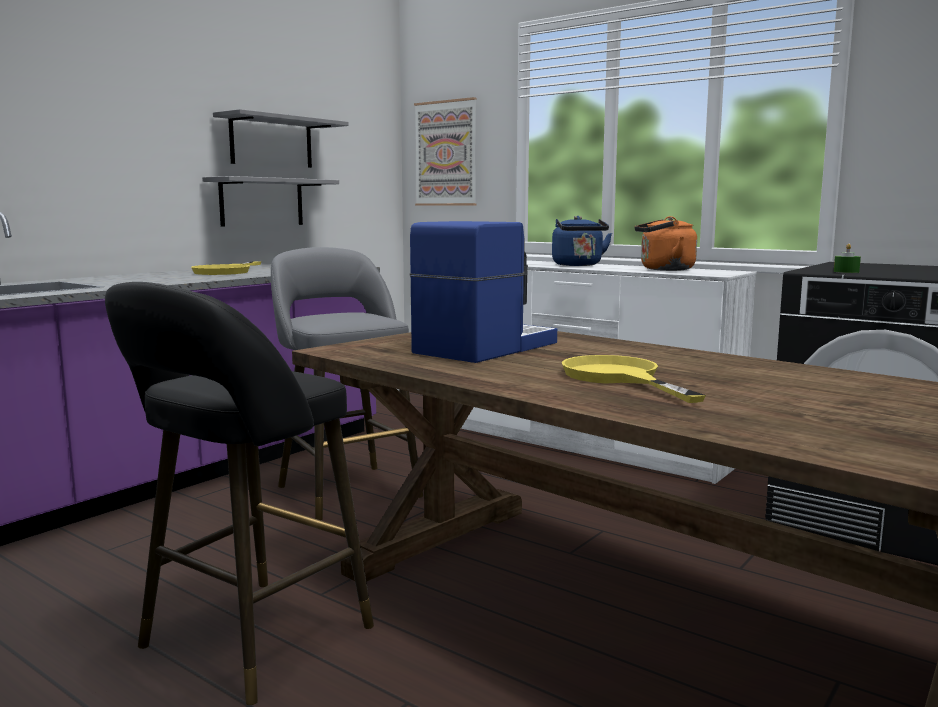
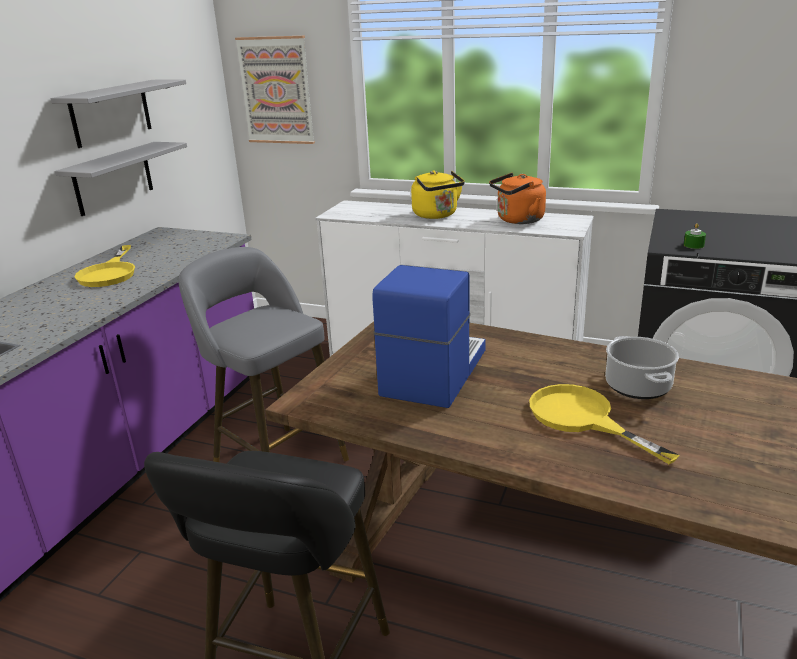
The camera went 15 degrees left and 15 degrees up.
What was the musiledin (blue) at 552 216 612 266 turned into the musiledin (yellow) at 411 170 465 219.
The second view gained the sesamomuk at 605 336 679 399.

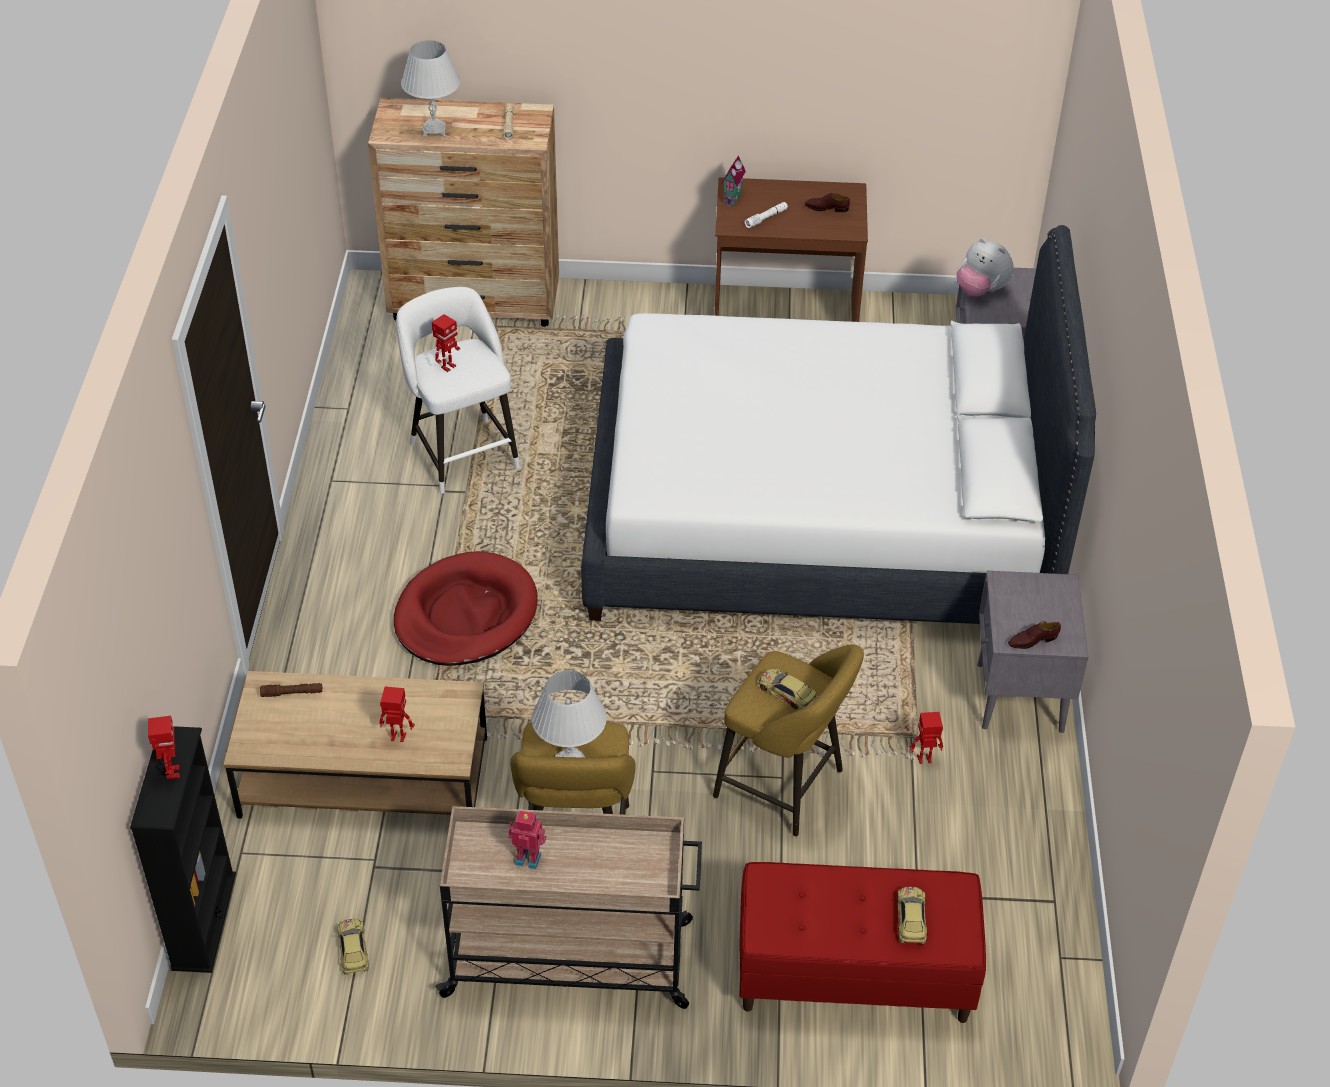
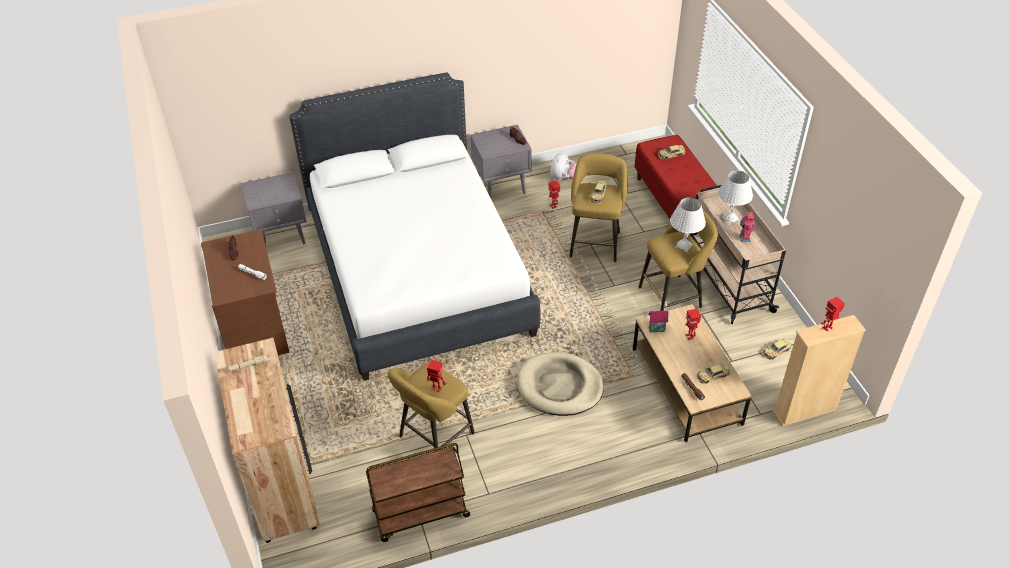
The camera went 110 degrees left and 0 degrees up.
The second view gained the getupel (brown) at 366 443 470 542.
What was the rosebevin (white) at 396 287 520 494 turned into the rosebevin (yellow) at 388 362 475 451.
What was the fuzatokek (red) at 394 551 538 666 turned into the fuzatokek (beige) at 517 352 604 416.
The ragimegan ended up elsewhere, having gone from 956 238 1014 297 to 550 152 577 181.
The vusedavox ended up elsewhere, having gone from 721 156 746 206 to 649 301 668 332.
The second view gained the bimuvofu at 697 363 730 384.
The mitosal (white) ended up elsewhere, having gone from 401 40 460 137 to 718 171 753 225.
What was the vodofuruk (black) at 130 726 236 973 turned into the vodofuruk (beige) at 773 315 866 426.

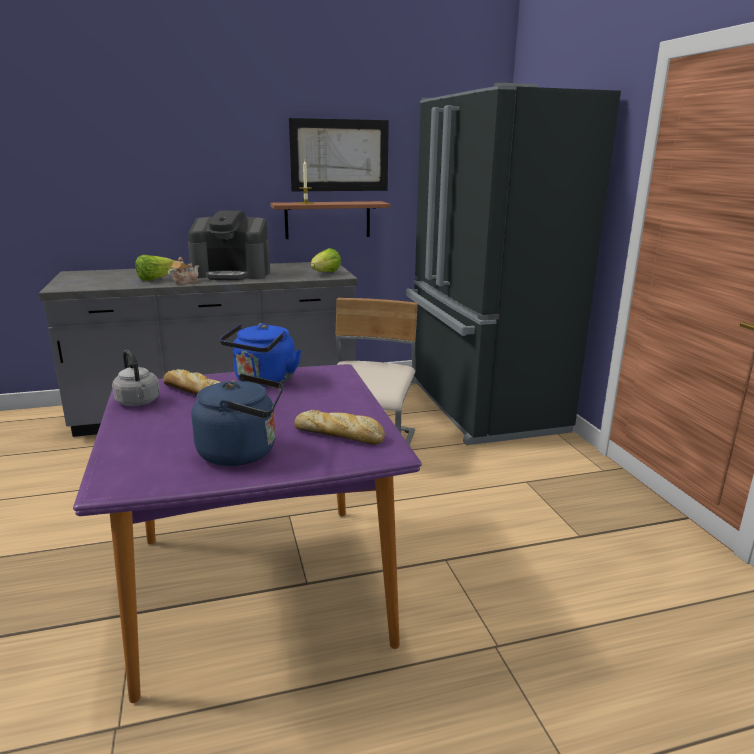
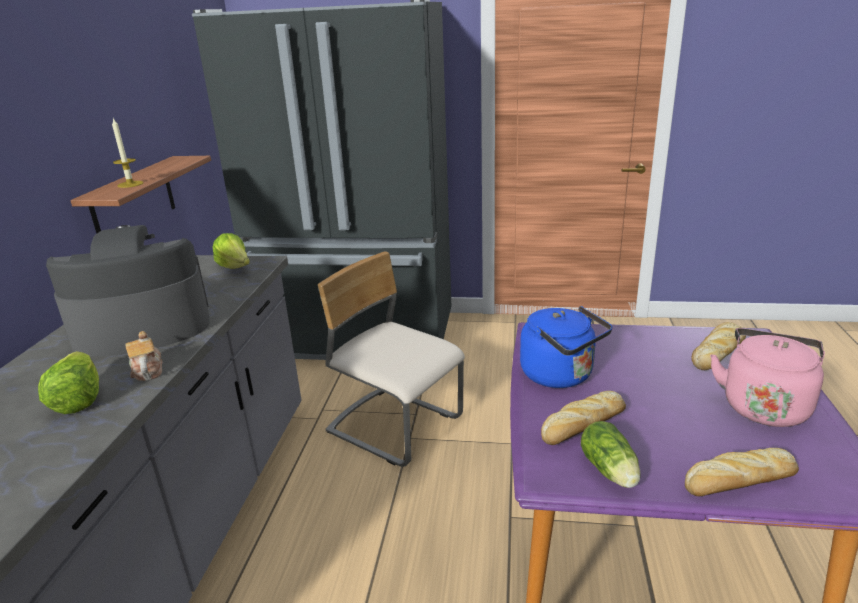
The camera went 65 degrees left and 5 degrees up.
The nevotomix at 188 210 270 280 ended up facing another way, 135 degrees counterclockwise from before.
Where the musiledin (grey) stood at 112 350 160 406, the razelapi came to stand at 581 421 641 488.
The second view gained the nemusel at 685 448 799 496.
What was the musiledin (blue) at 192 374 283 466 turned into the musiledin (pink) at 710 328 825 427.
The second view lost the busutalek at 289 118 389 191.

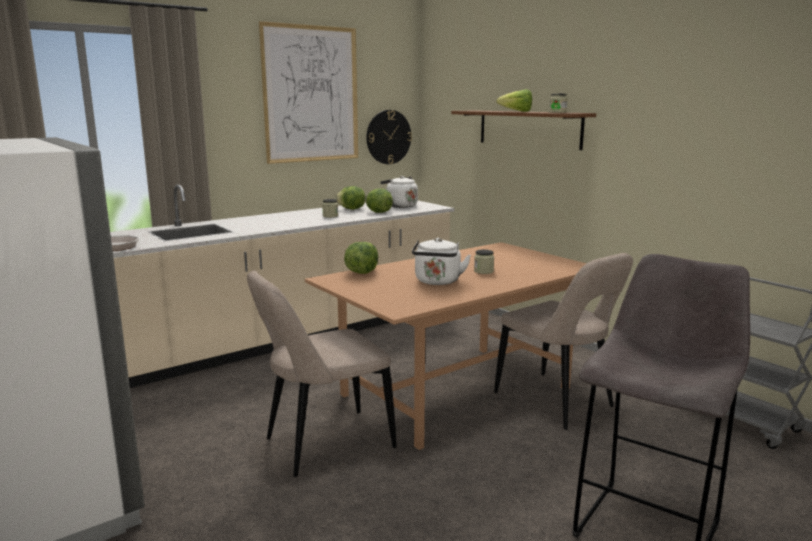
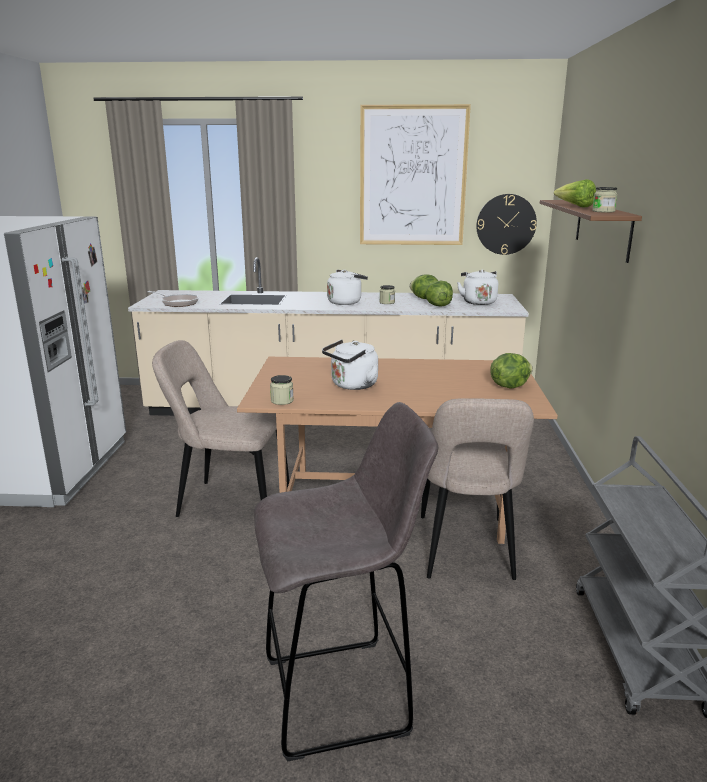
The camera went 40 degrees right and 5 degrees up.
The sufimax ended up elsewhere, having gone from 474 249 494 274 to 270 375 294 405.
The second view gained the musiledin (white) at 327 270 368 305.
The razelapi ended up elsewhere, having gone from 344 242 378 274 to 490 353 533 389.

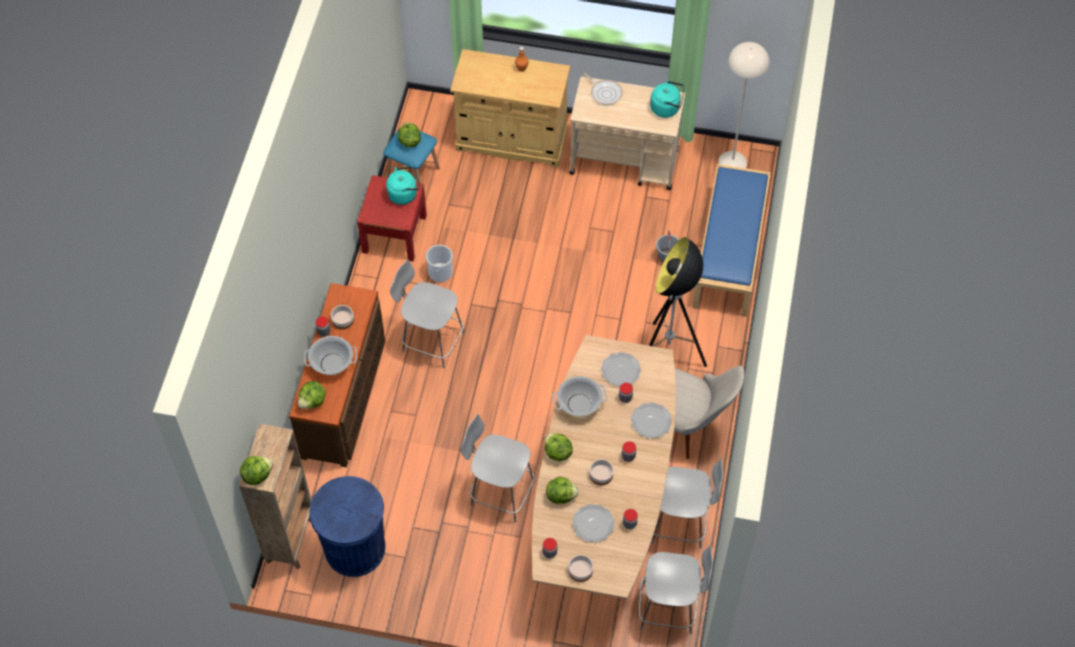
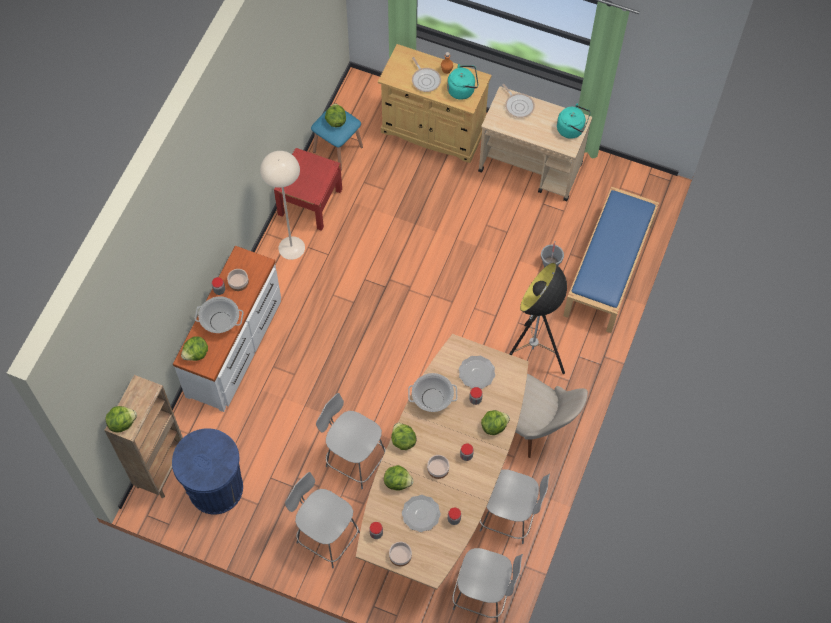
The camera went 10 degrees right and 5 degrees up.
What was the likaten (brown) at 289 283 385 467 turned into the likaten (white) at 173 246 281 412.
The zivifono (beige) ended up elsewhere, having gone from 719 42 769 168 to 260 151 305 260.
The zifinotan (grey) ended up elsewhere, having gone from 390 260 464 368 to 285 472 360 568.
The second view gained the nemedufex at 412 57 441 92.
The musiledin (turquoise) ended up elsewhere, having gone from 386 166 420 205 to 447 64 478 100.
Where the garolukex stood at 631 402 672 439, the razelapi came to stand at 481 410 510 435.
The second view lost the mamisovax at 426 245 453 282.

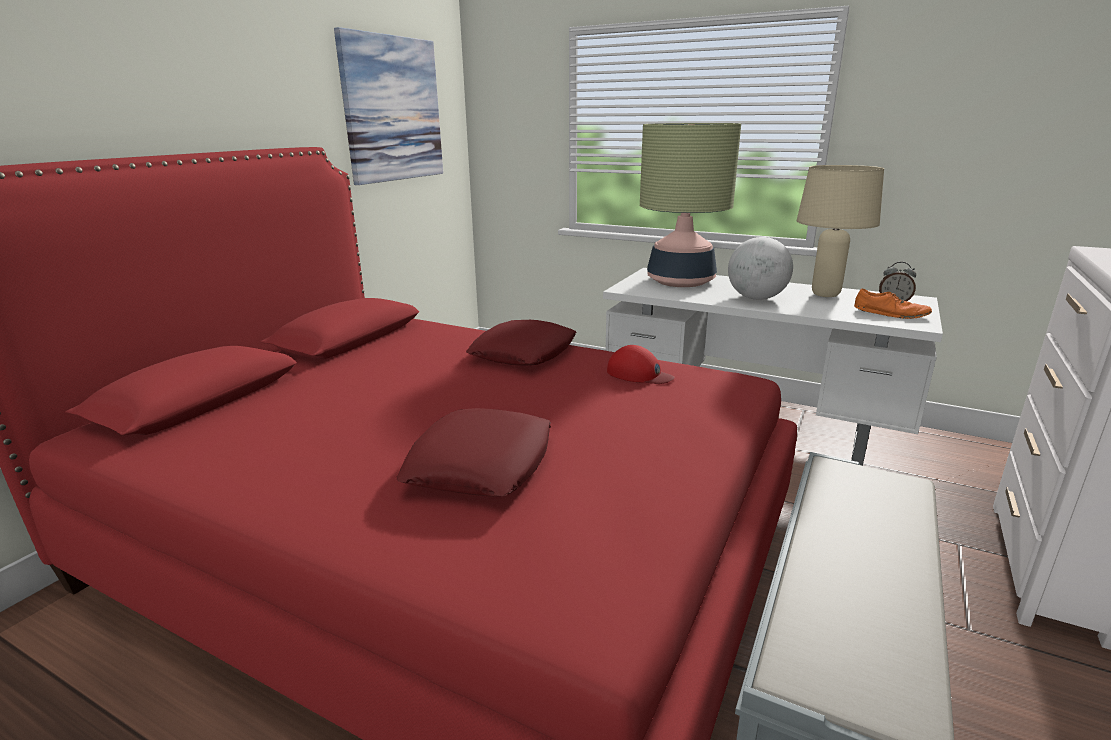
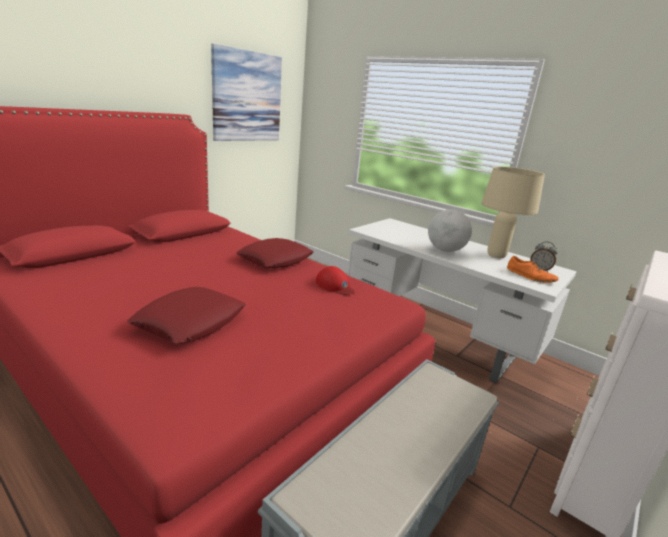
The camera went 10 degrees right and 0 degrees up.
The second view lost the mitosal at 640 123 741 287.

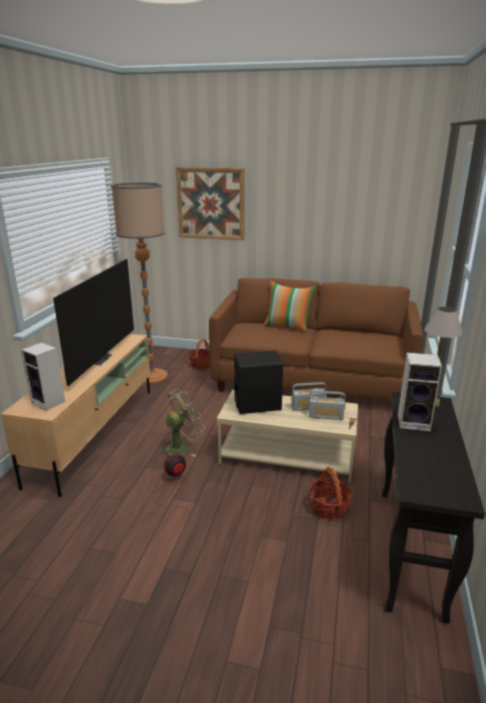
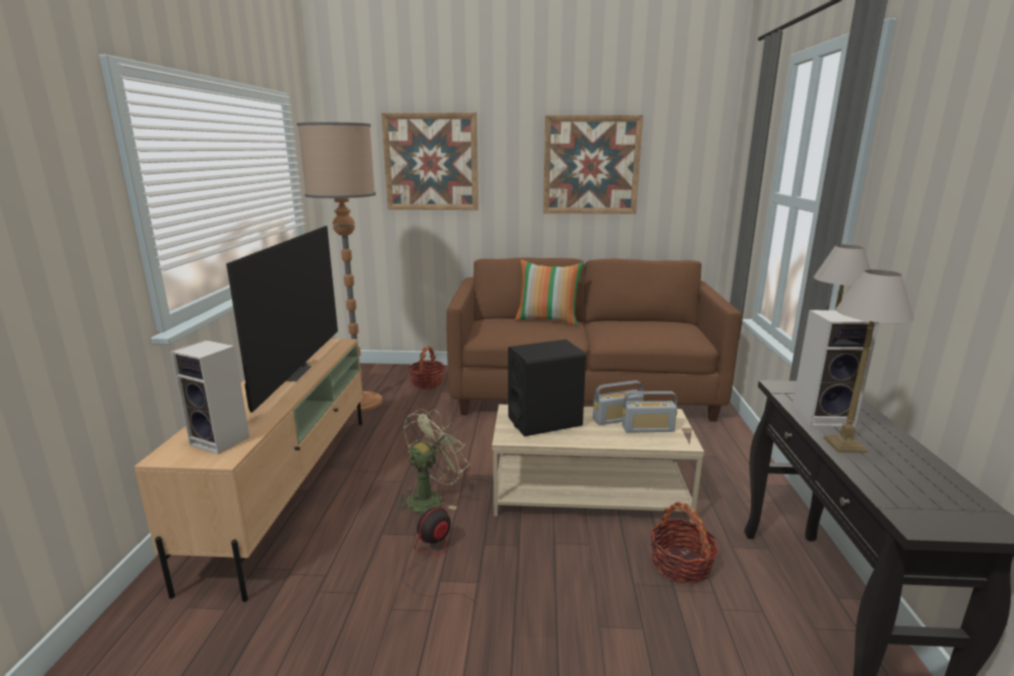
The camera went 10 degrees left and 5 degrees down.
The second view gained the busutalek at 543 115 643 214.
The second view gained the mitosal at 823 269 914 453.

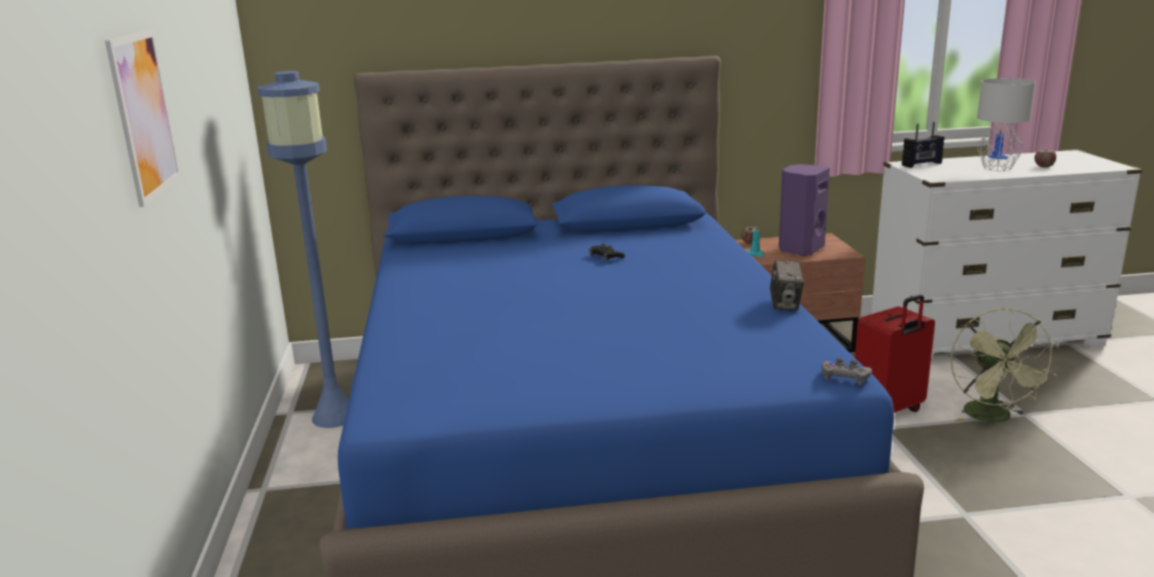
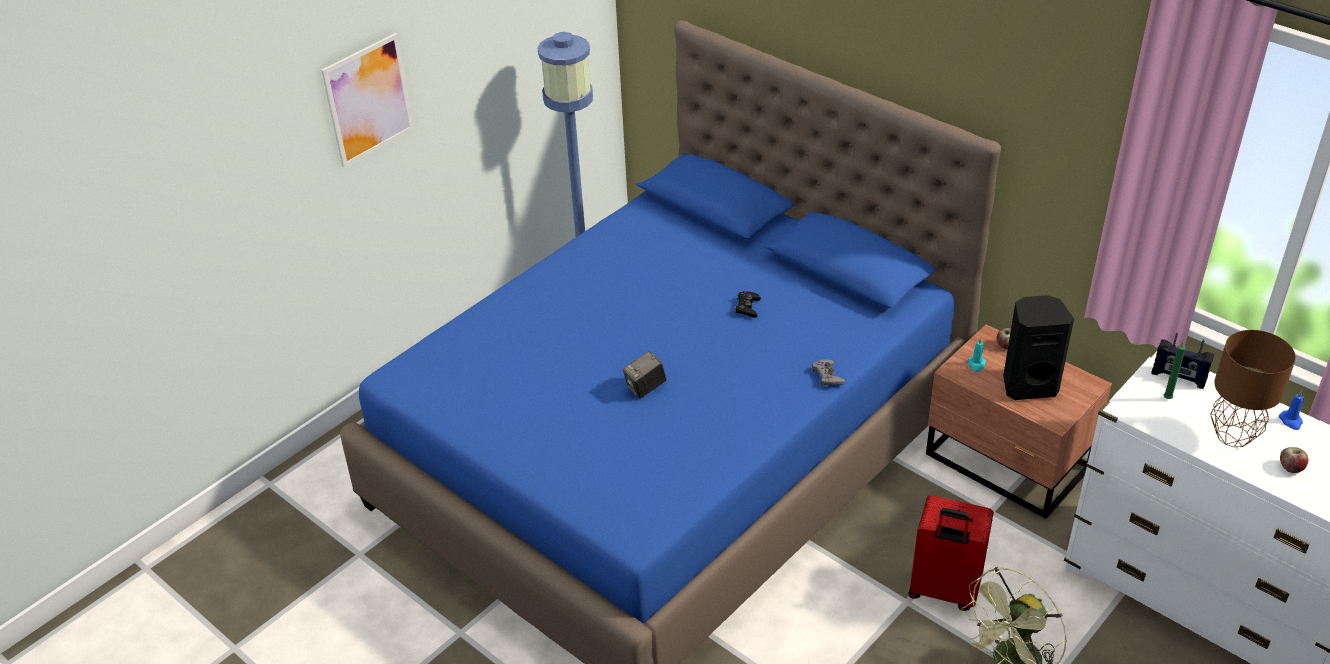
The camera went 50 degrees right and 20 degrees up.
The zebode ended up elsewhere, having gone from 770 260 804 310 to 623 351 667 399.
The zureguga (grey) ended up elsewhere, having gone from 821 358 872 385 to 812 359 845 386.
What was the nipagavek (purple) at 779 164 830 256 turned into the nipagavek (black) at 1003 295 1074 400.
The second view gained the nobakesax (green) at 1163 337 1186 399.
What was the mitosal (grey) at 977 78 1036 171 turned into the mitosal (brown) at 1210 330 1296 447.

